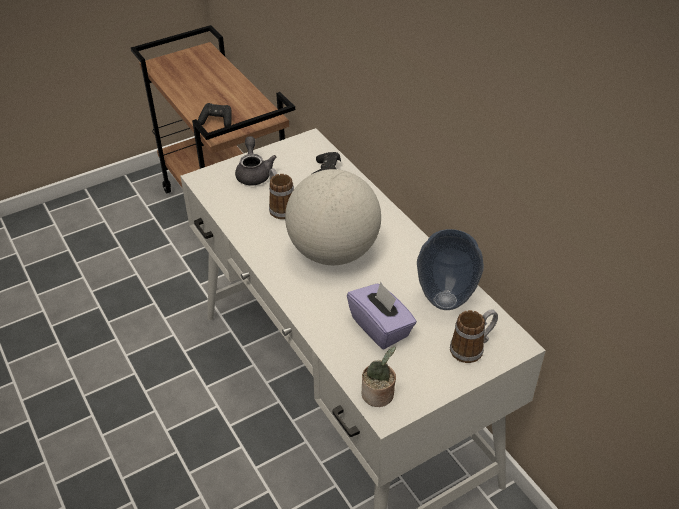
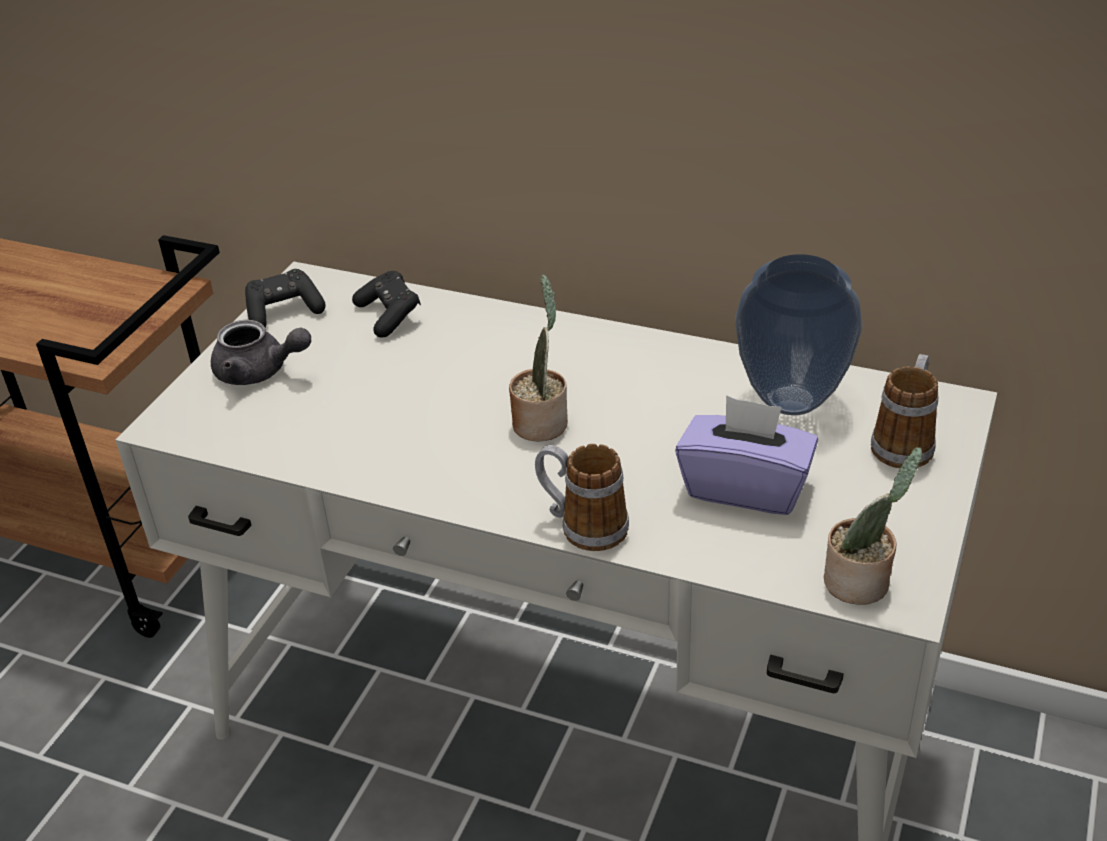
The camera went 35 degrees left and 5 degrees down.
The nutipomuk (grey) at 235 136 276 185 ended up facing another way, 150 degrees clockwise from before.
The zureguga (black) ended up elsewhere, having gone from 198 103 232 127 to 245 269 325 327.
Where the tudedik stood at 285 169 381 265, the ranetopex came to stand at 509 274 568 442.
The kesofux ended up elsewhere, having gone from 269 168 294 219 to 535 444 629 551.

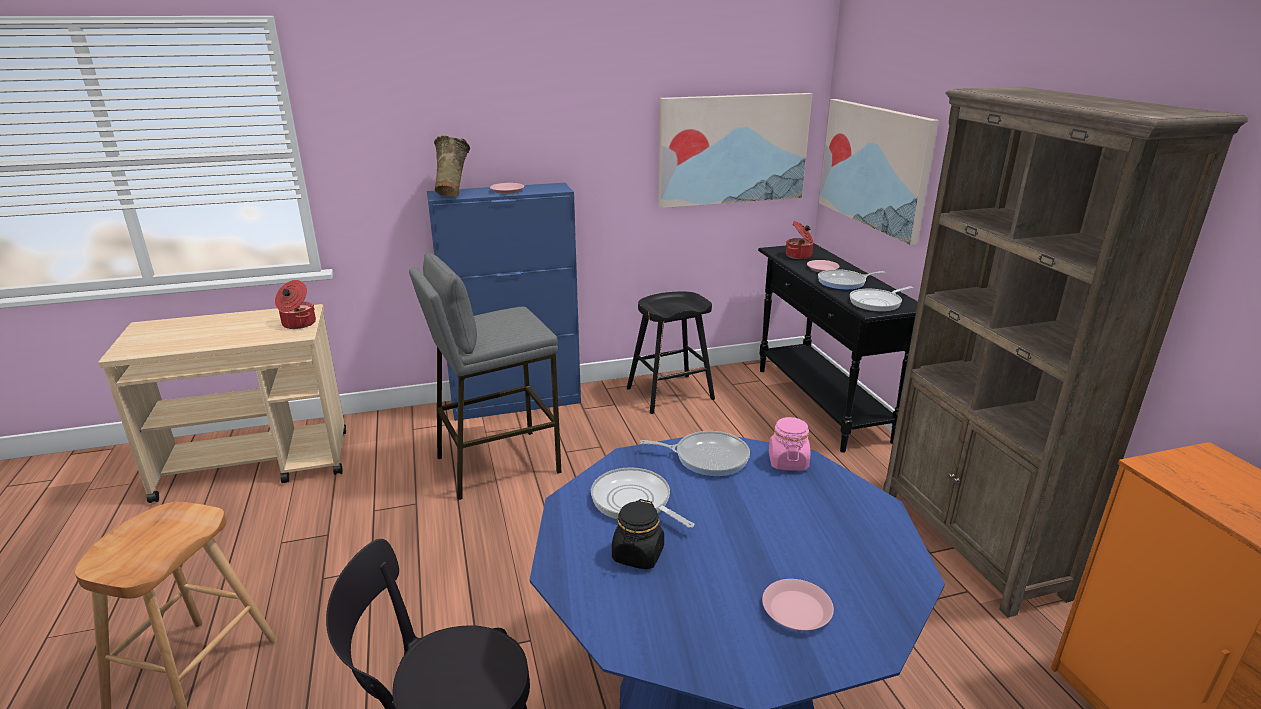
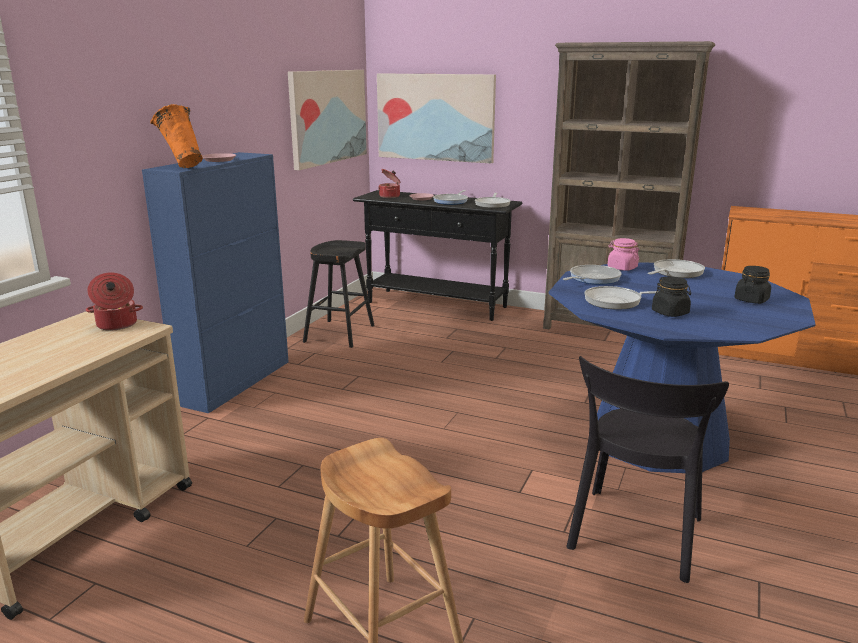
The camera went 50 degrees left and 5 degrees down.
What was the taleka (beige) at 434 135 470 197 turned into the taleka (orange) at 150 104 203 168.
The second view gained the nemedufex at 648 259 705 278.
Where the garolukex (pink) stood at 762 579 834 631, the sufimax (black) came to stand at 734 266 771 304.
The second view lost the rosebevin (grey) at 409 253 562 500.

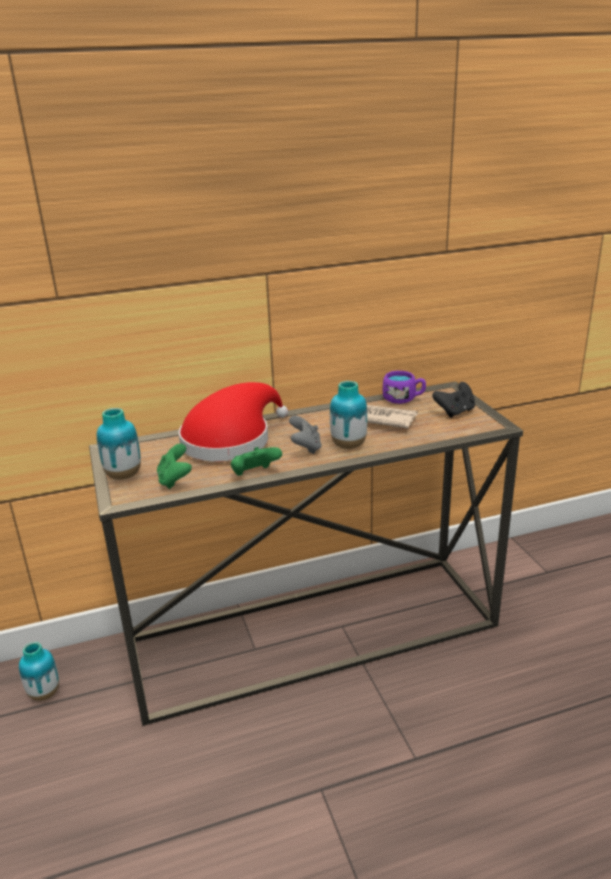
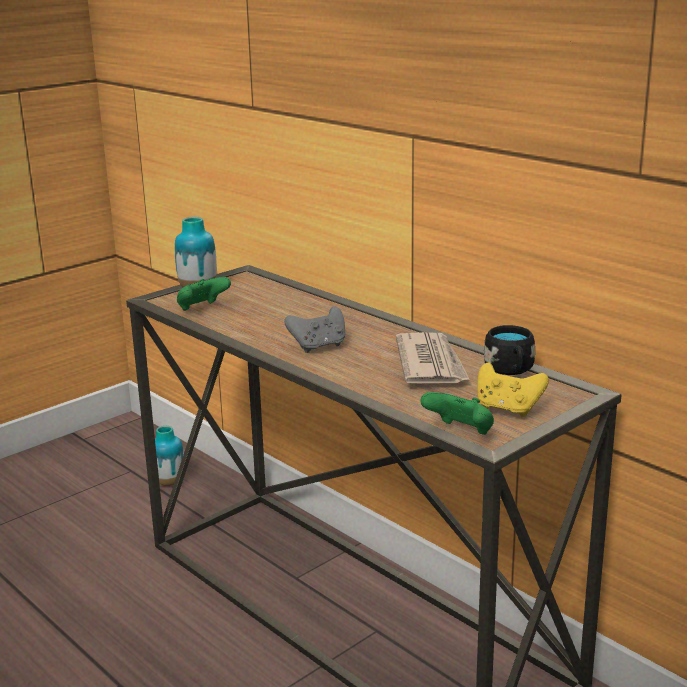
The camera went 65 degrees right and 5 degrees down.
The zureguga (green) ended up elsewhere, having gone from 231 447 282 475 to 420 392 494 435.
What was the zureguga (black) at 432 382 475 418 turned into the zureguga (yellow) at 477 362 549 417.
What was the kesofux (purple) at 383 371 426 404 turned into the kesofux (black) at 484 325 535 375.
The second view lost the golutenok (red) at 179 382 288 461.
The second view lost the taleka at 330 381 367 449.

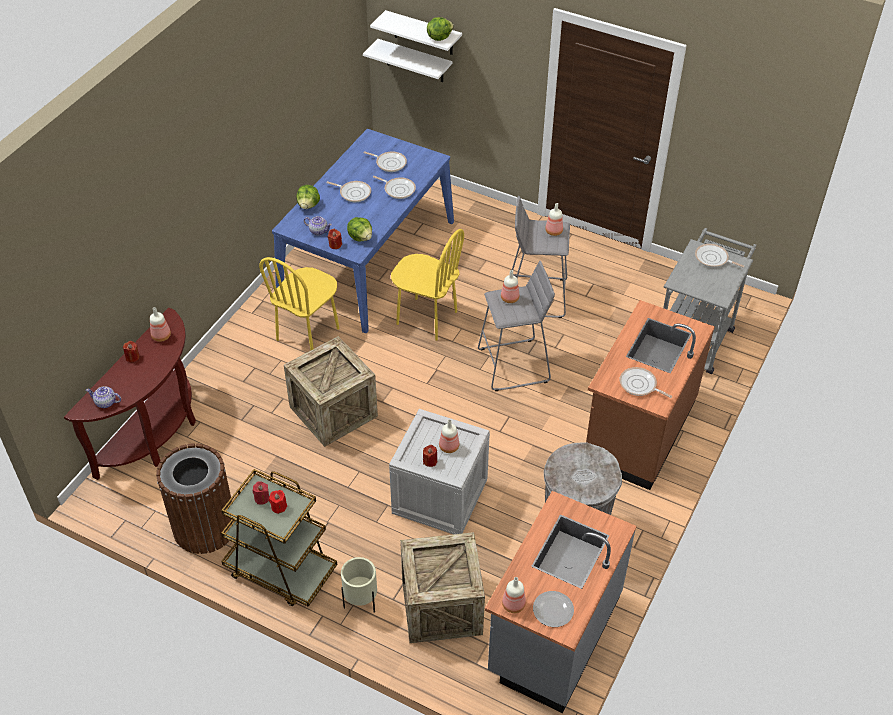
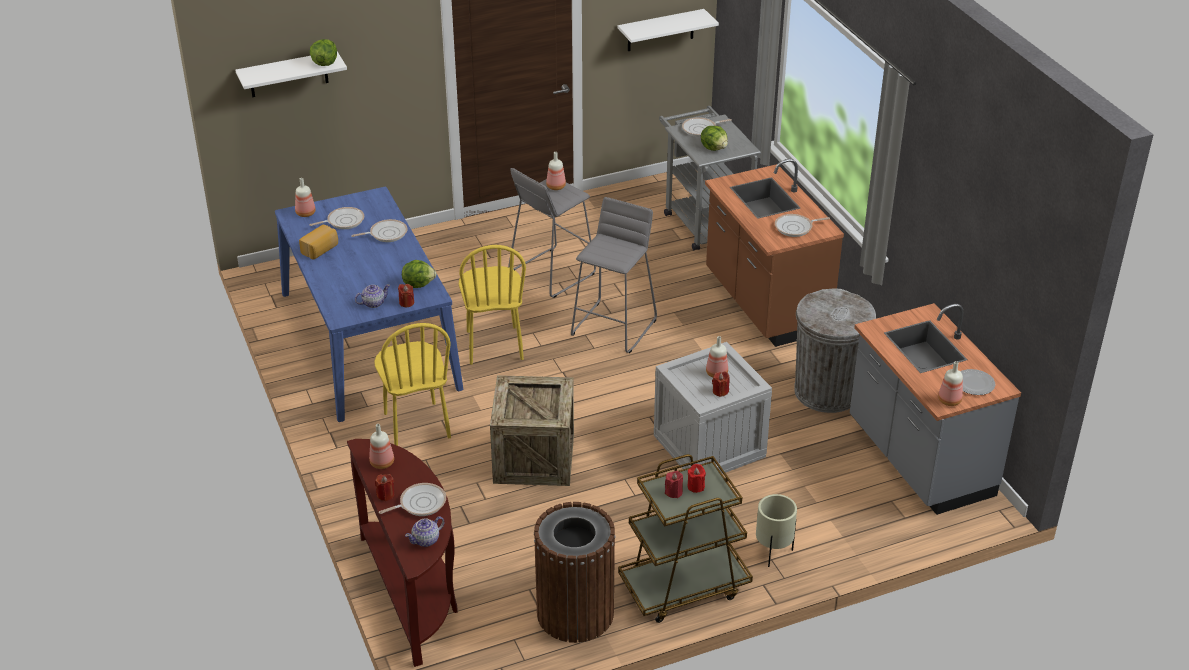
The camera went 50 degrees left and 10 degrees down.
The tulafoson ended up elsewhere, having gone from 501 270 519 303 to 295 178 316 217.
The second view gained the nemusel at 299 225 338 259.
The nemedufex ended up elsewhere, having gone from 326 181 371 202 to 379 483 446 516.
The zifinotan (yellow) at 391 229 464 341 ended up facing another way, 105 degrees clockwise from before.
The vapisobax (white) ended up elsewhere, having gone from 363 39 452 82 to 618 9 719 51.
The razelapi ended up elsewhere, having gone from 297 185 320 209 to 701 126 728 151.
The second view lost the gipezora at 400 532 485 643.

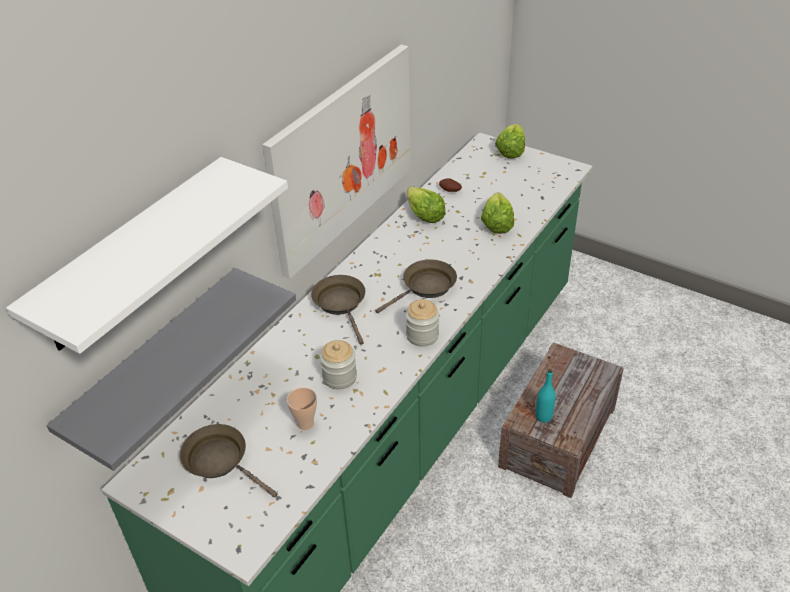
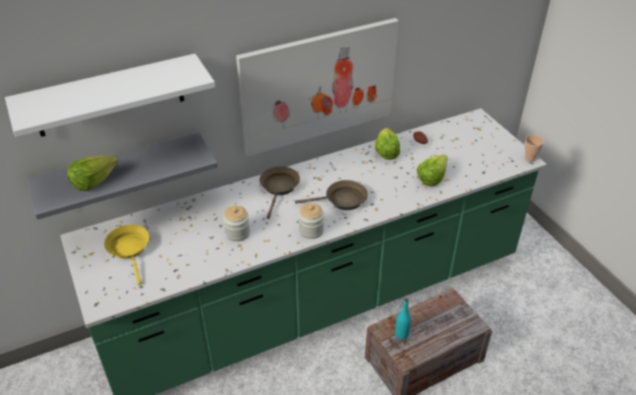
The camera went 30 degrees right and 0 degrees up.
The razelapi ended up elsewhere, having gone from 495 124 525 158 to 67 156 118 191.
What was the nemedufex (brown) at 180 424 278 497 turned into the nemedufex (yellow) at 104 225 150 285.
The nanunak ended up elsewhere, having gone from 287 388 317 430 to 525 135 544 162.

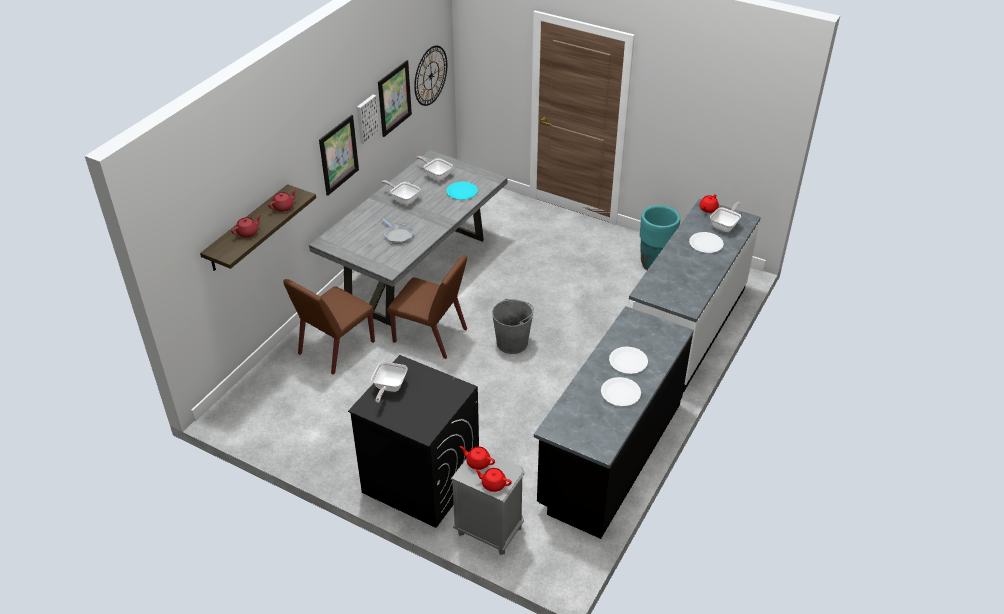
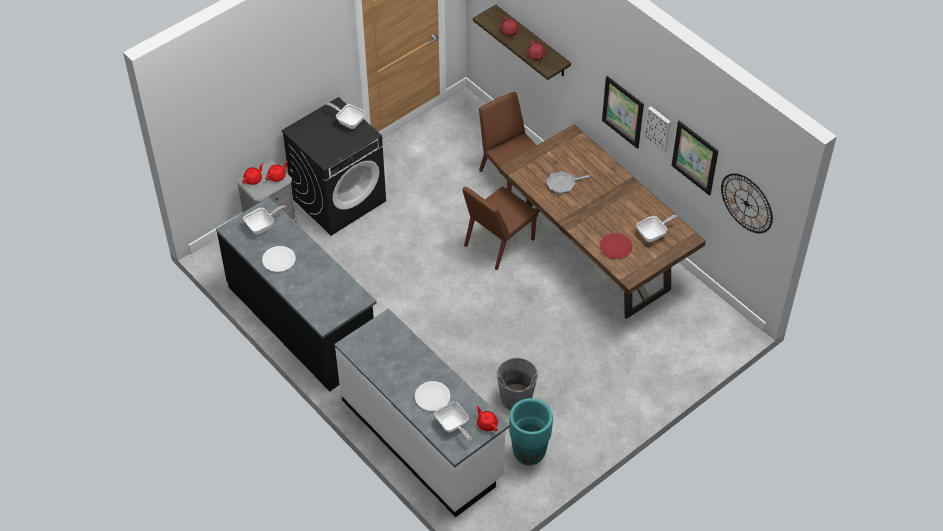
The camera went 110 degrees right and 10 degrees up.
The nemedufex ended up elsewhere, having gone from 382 180 421 205 to 243 205 286 234.
The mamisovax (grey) ended up elsewhere, having gone from 492 299 534 354 to 497 358 538 410.
What was the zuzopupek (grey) at 309 150 508 326 turned into the zuzopupek (brown) at 499 124 706 319.
What was the garolukex (turquoise) at 447 182 478 200 turned into the garolukex (red) at 600 233 632 259.
The second view lost the garolukex (white) at 609 347 648 374.

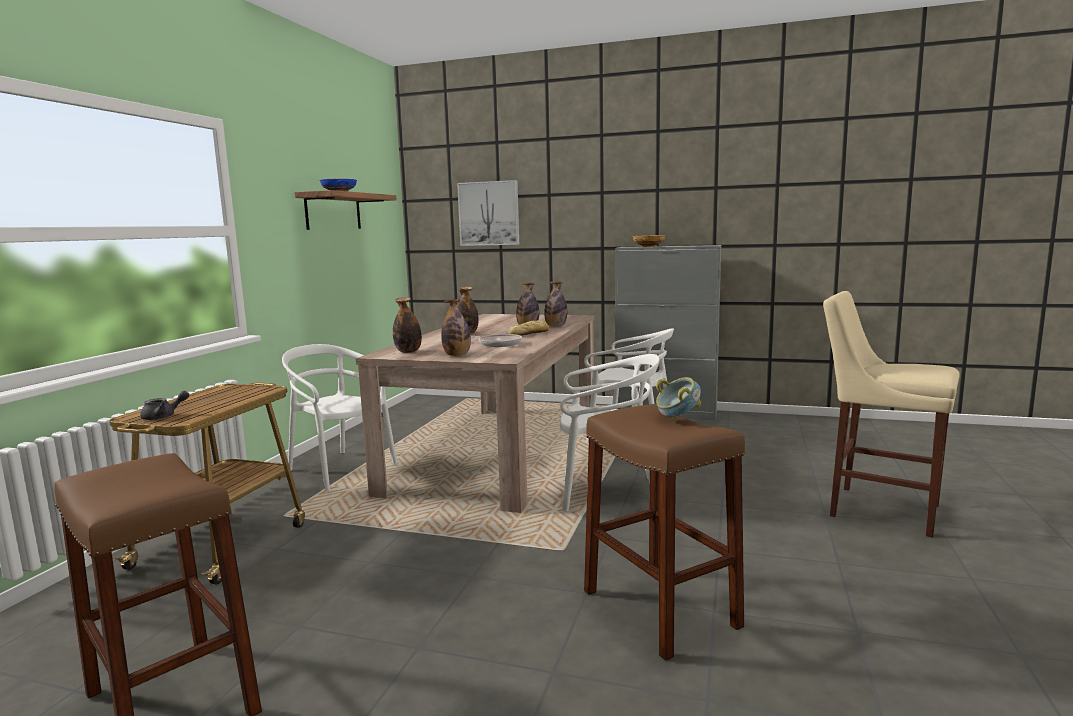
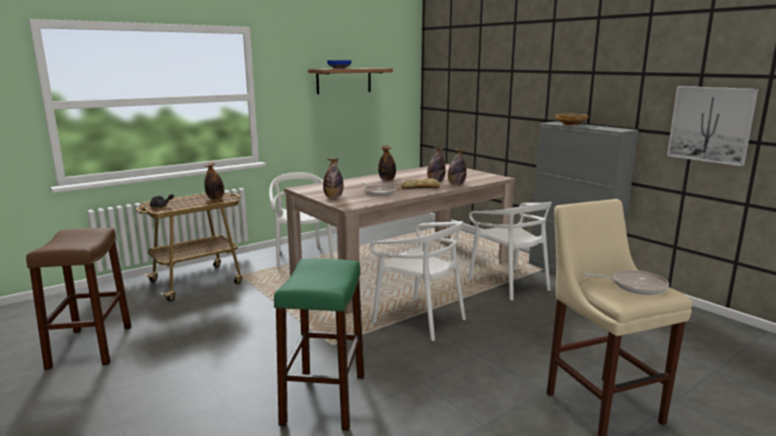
The camera went 35 degrees right and 5 degrees up.
The tulafoson ended up elsewhere, having gone from 393 297 422 353 to 204 162 224 199.
What was the rosebevin (brown) at 584 404 745 661 turned into the rosebevin (green) at 274 259 364 431.
The second view gained the nemedufex at 583 270 669 295.
The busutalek ended up elsewhere, having gone from 457 180 519 246 to 667 86 758 166.
The second view lost the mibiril at 656 377 701 420.

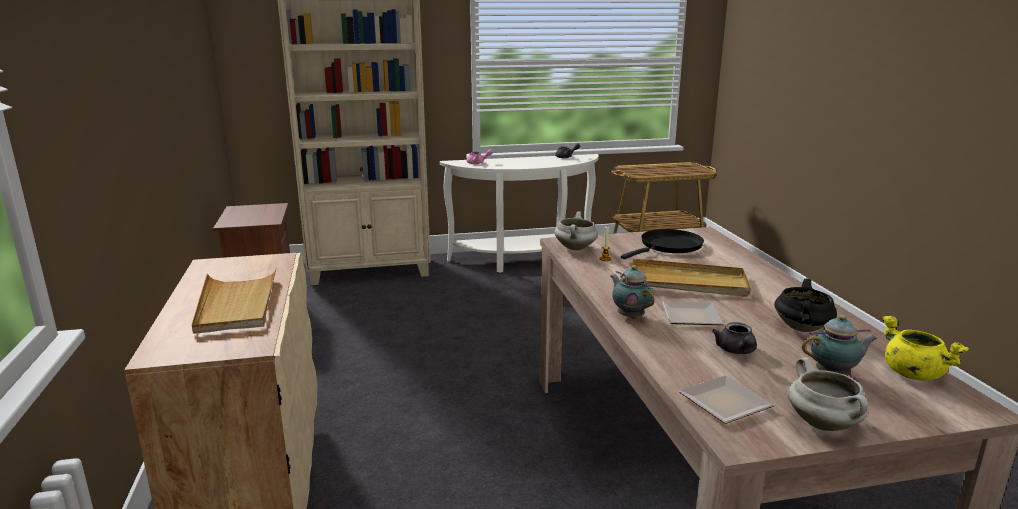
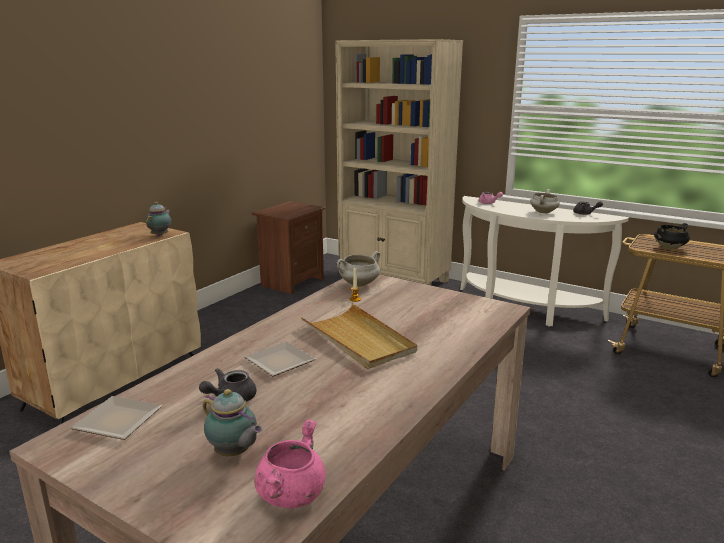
The camera went 45 degrees right and 0 degrees up.
The nutipomuk ended up elsewhere, having gone from 611 265 655 319 to 145 202 171 237.
What was the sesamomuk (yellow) at 882 316 969 380 turned into the sesamomuk (pink) at 254 419 326 508.
The sesamomuk (white) ended up elsewhere, having gone from 788 357 869 431 to 530 189 560 214.
The sesamomuk (black) ended up elsewhere, having gone from 774 278 837 332 to 654 223 690 249.
The second view lost the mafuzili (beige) at 192 268 277 334.
The second view lost the nemedufex (black) at 621 229 704 259.

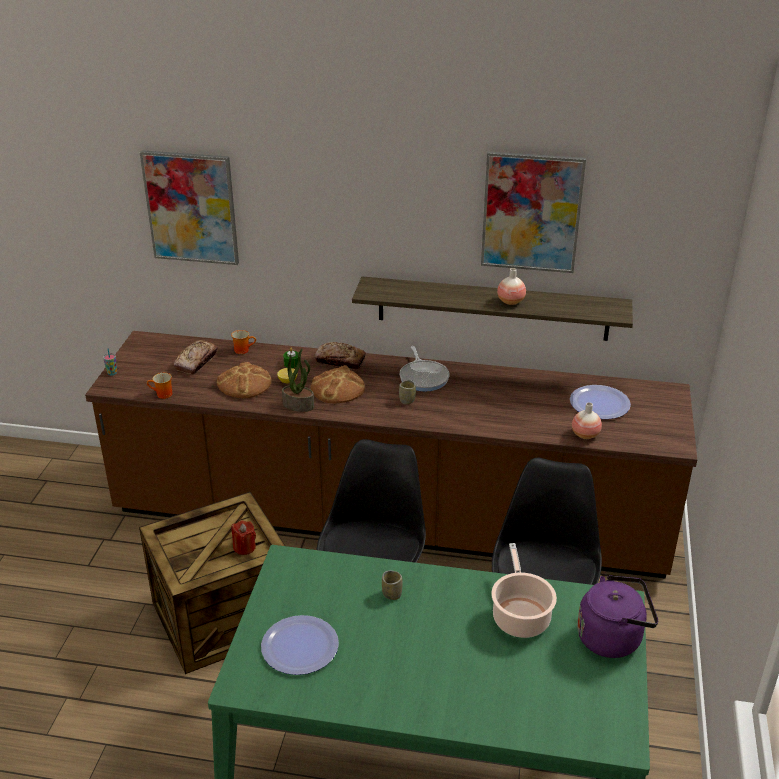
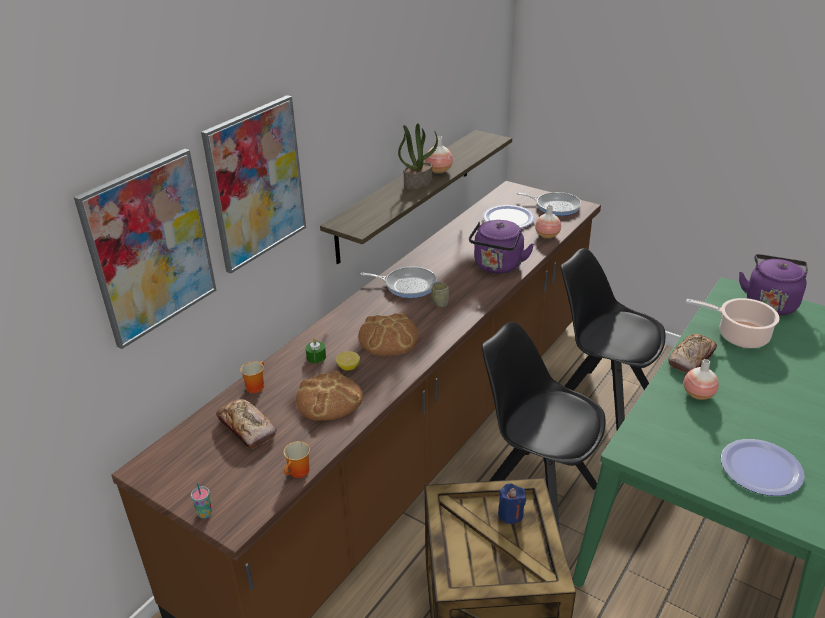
The camera went 65 degrees left and 0 degrees up.
The busutalek ended up elsewhere, having gone from 481 151 586 273 to 201 95 306 274.
The ranetopex ended up elsewhere, having gone from 282 349 314 412 to 398 123 438 190.
The second view gained the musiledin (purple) at 469 220 534 274.
What was the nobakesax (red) at 231 520 256 555 turned into the nobakesax (blue) at 498 483 526 524.
The second view gained the nemedufex at 516 192 581 216.
The nemusel ended up elsewhere, having gone from 315 342 366 370 to 668 333 717 374.
Where the nanunak stood at 382 570 403 600, the taleka came to stand at 684 359 719 400.

